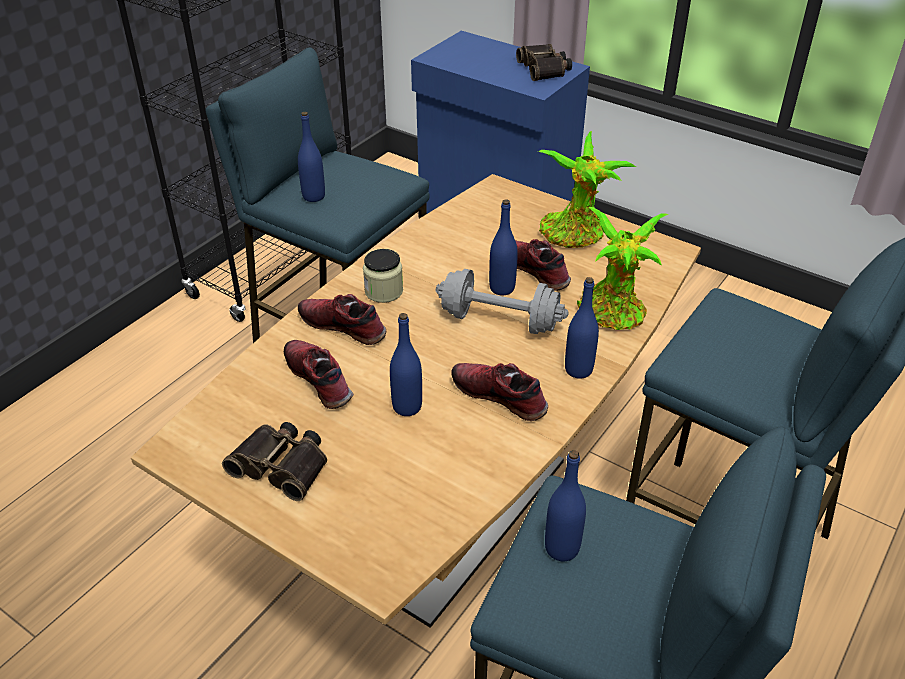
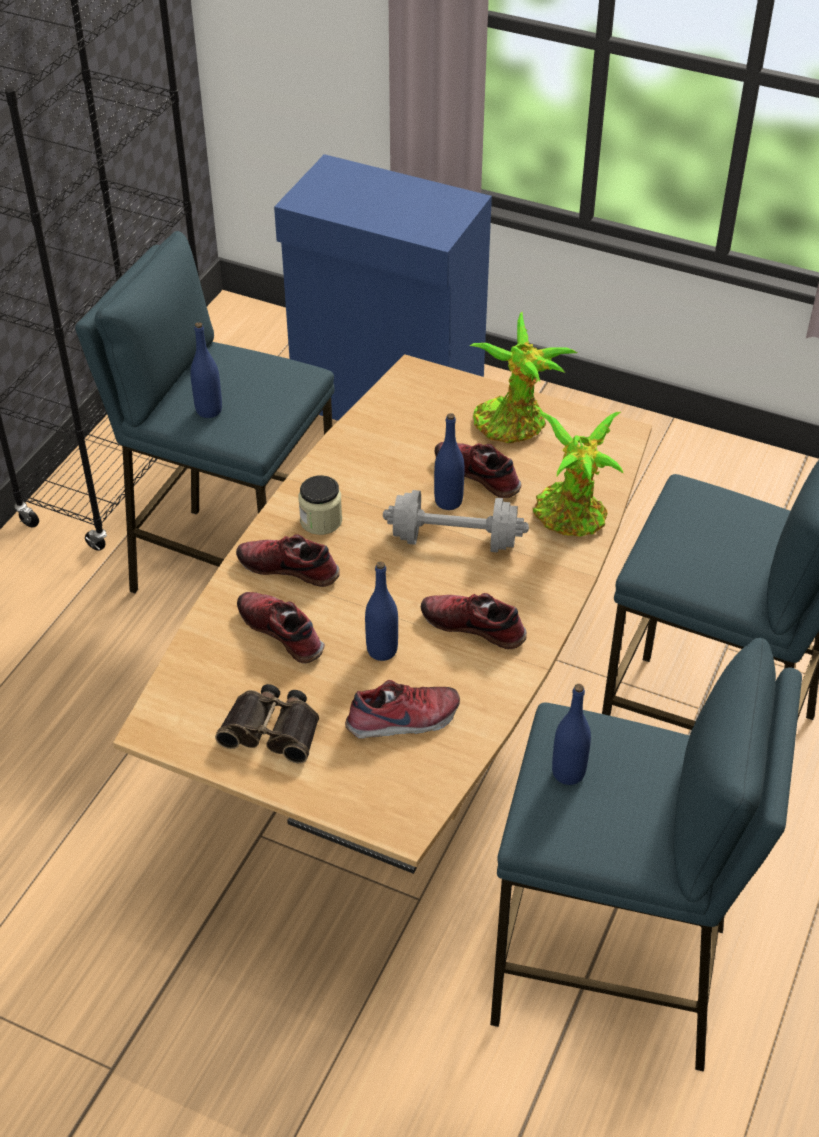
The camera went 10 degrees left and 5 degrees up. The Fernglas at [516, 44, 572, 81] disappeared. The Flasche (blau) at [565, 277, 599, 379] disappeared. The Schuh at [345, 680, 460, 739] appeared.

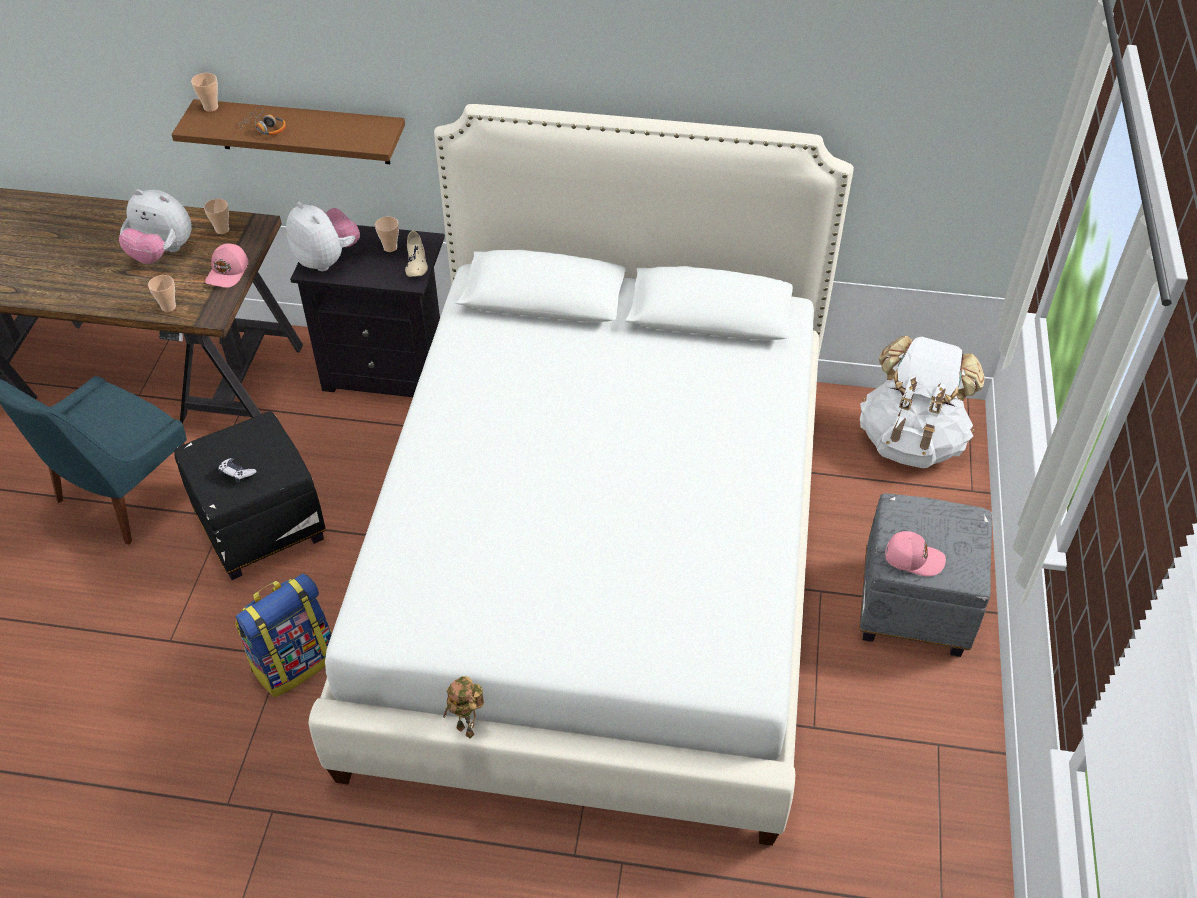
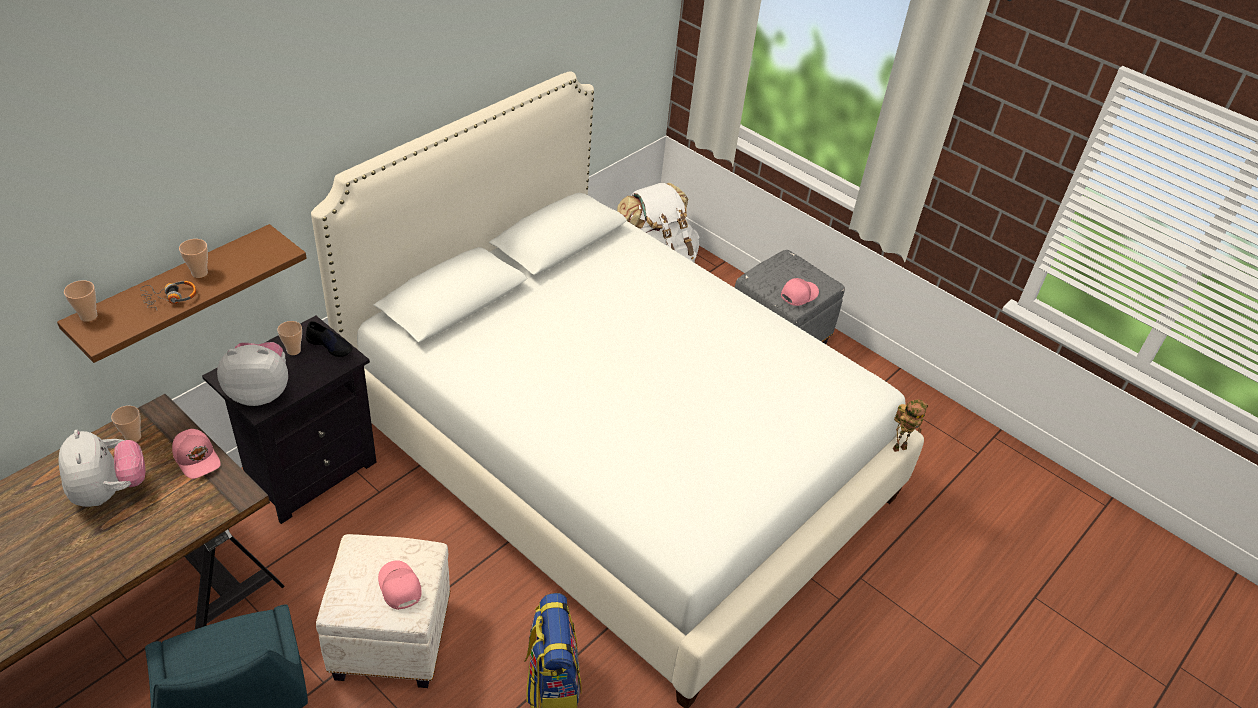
The camera went 60 degrees left and 5 degrees down. The Plüschtier at [119, 189, 192, 264] turned 75 degrees counterclockwise. The Tasse moved from [148, 275, 176, 312] to [179, 239, 208, 278]. The Polsterhocker (schwarz) at [174, 411, 326, 580] became the Polsterhocker (weiß) at [316, 534, 450, 688]. The Gamepad at [218, 458, 257, 483] was replaced by the Kappe (rosa) at [378, 560, 422, 610]. The Schuh (beige) at [405, 230, 428, 277] became the Schuh (schwarz) at [306, 321, 353, 357]. The Spielzeugroboter moved from [443, 676, 484, 739] to [893, 399, 928, 452].

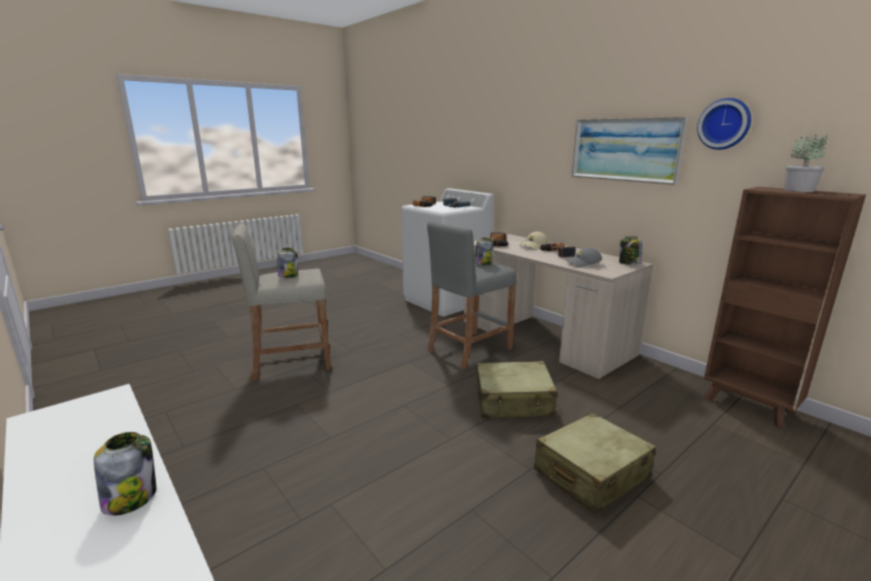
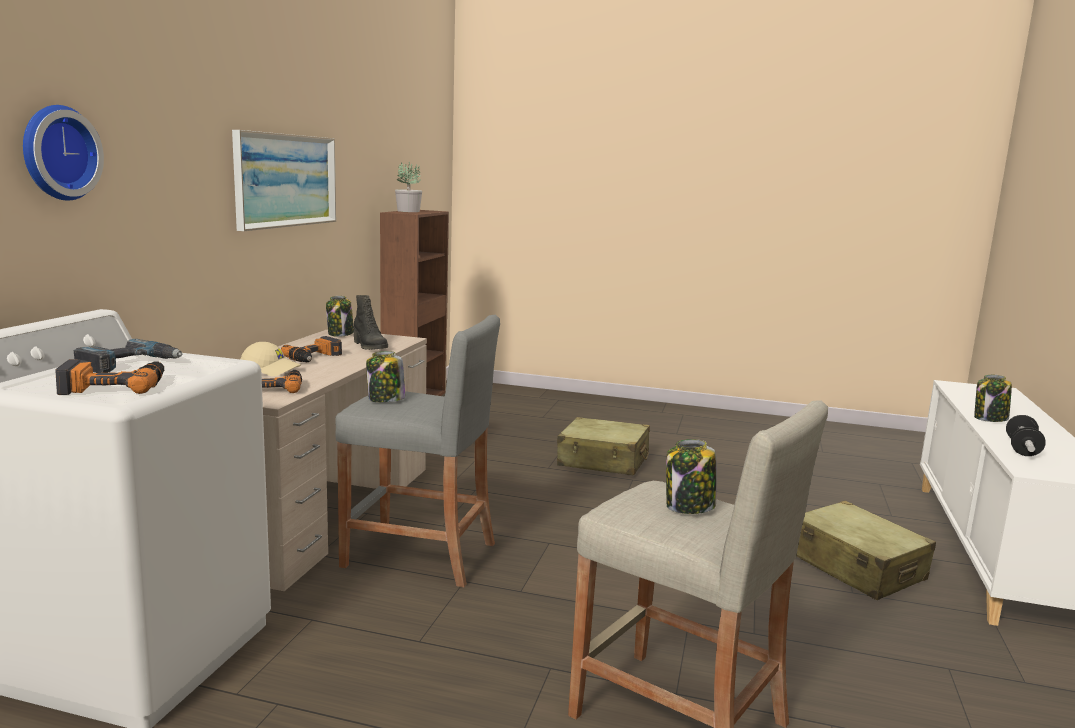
The camera went 125 degrees left and 5 degrees down. The Koffer (beige) moved from [476, 361, 557, 419] to [797, 500, 936, 600]. The Kappe (grau) at [565, 248, 602, 268] was replaced by the Stiefel (schwarz) at [354, 295, 388, 350]. The Wanduhr moved from [697, 98, 751, 150] to [23, 105, 104, 201]. The Hantel at [1006, 415, 1046, 456] appeared.

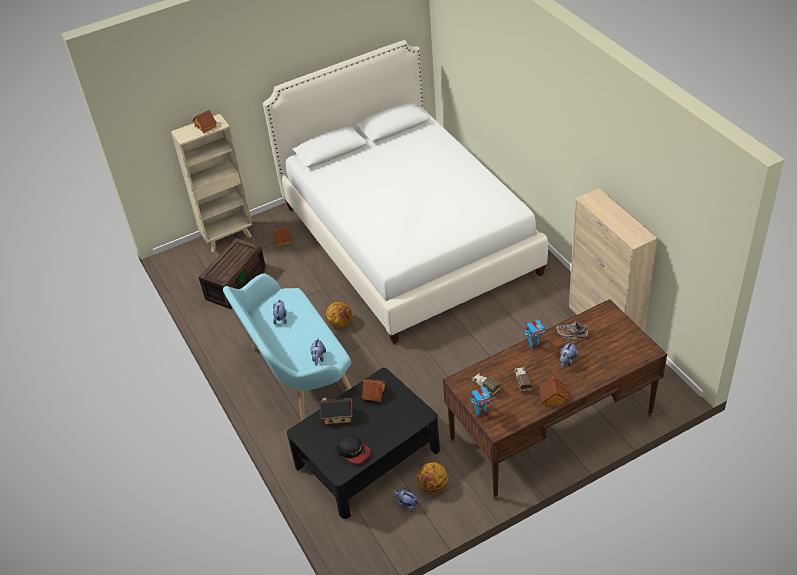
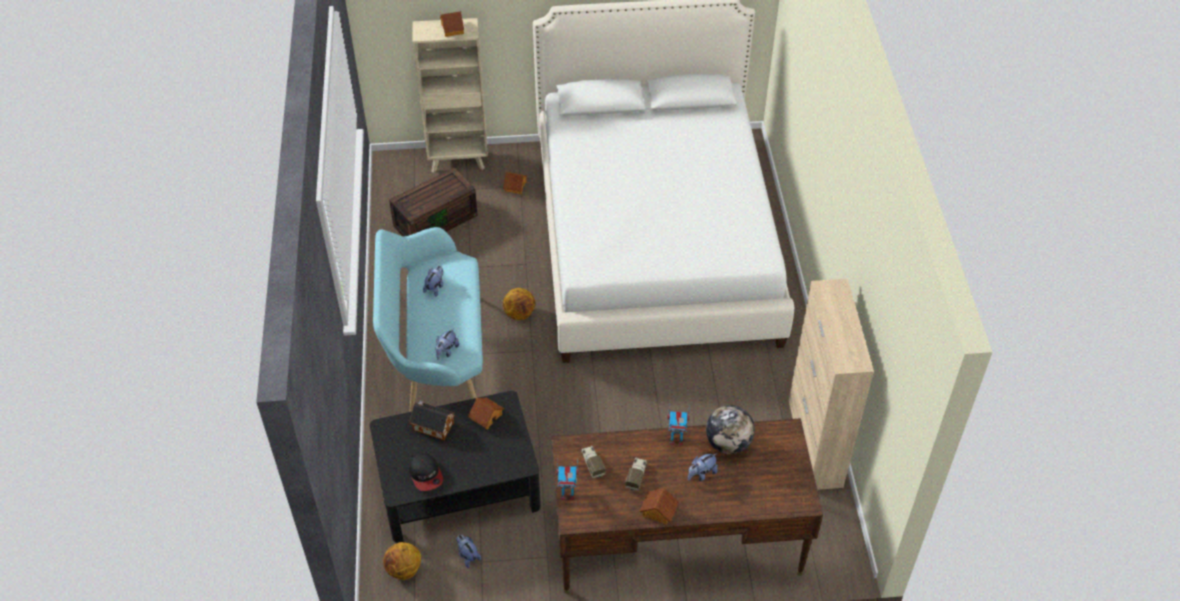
The camera went 20 degrees right and 5 degrees up. The Basketball moved from [417, 462, 448, 493] to [383, 542, 421, 580]. The Schuh at [556, 322, 589, 339] was replaced by the Globus at [706, 405, 755, 454].

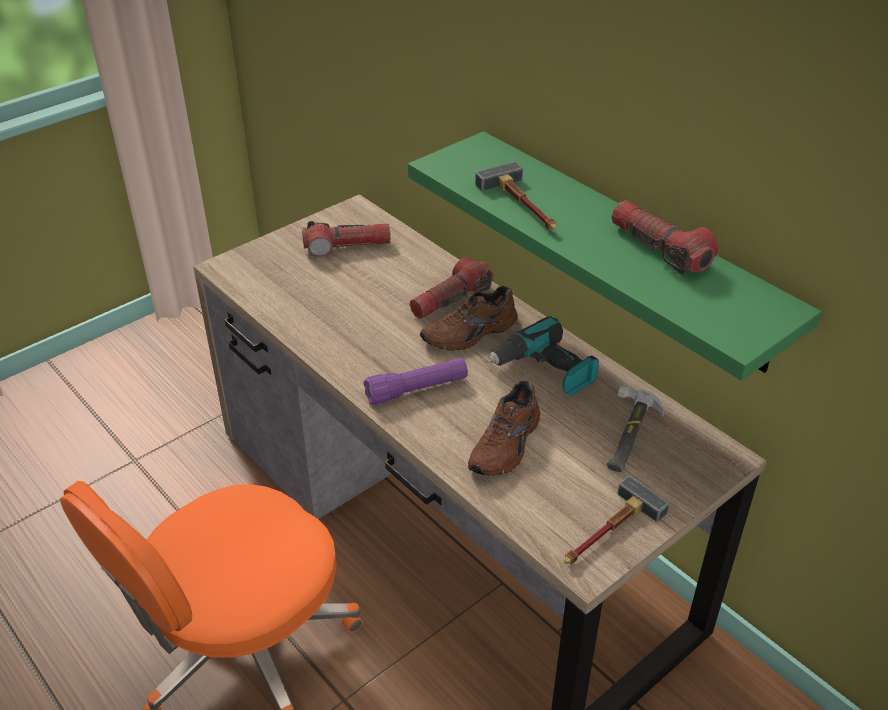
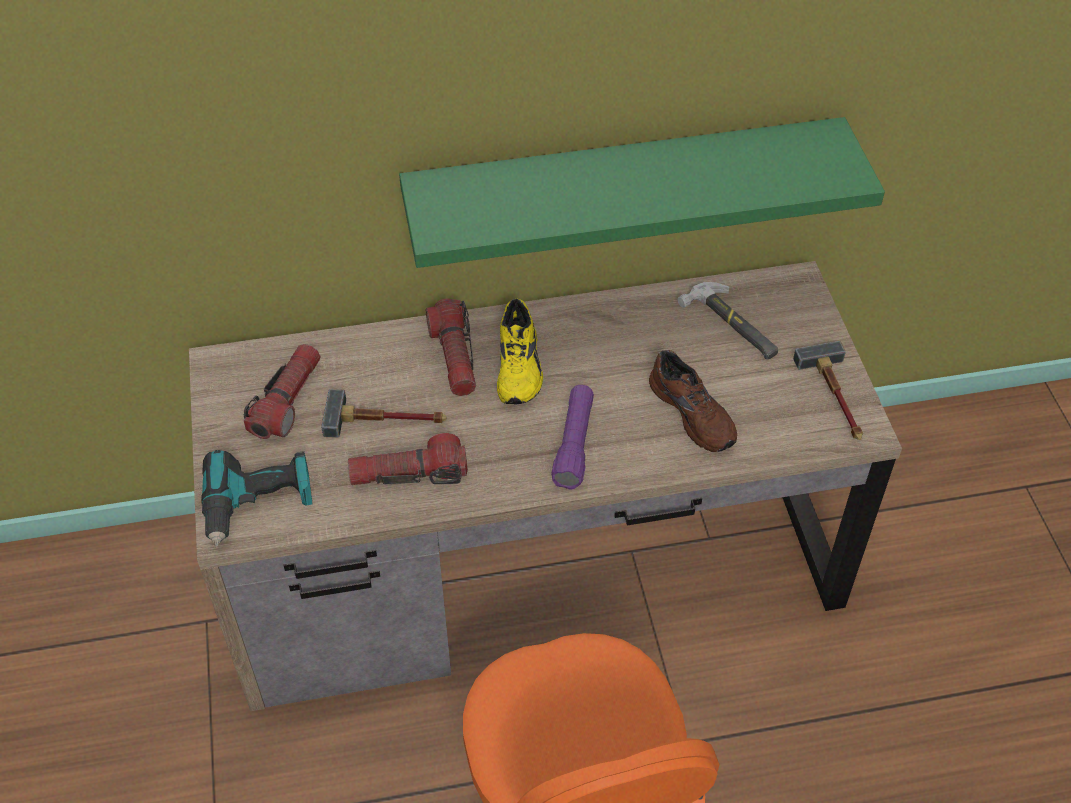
The camera went 60 degrees left and 10 degrees up. The Schuh (braun) at [420, 286, 518, 350] became the Schuh (gelb) at [497, 299, 543, 404]. The Hammer moved from [475, 162, 556, 231] to [321, 389, 447, 438]. The Bohrmaschine moved from [486, 316, 599, 397] to [201, 450, 312, 547]. The Taschenlampe moved from [612, 200, 718, 275] to [348, 433, 468, 485].

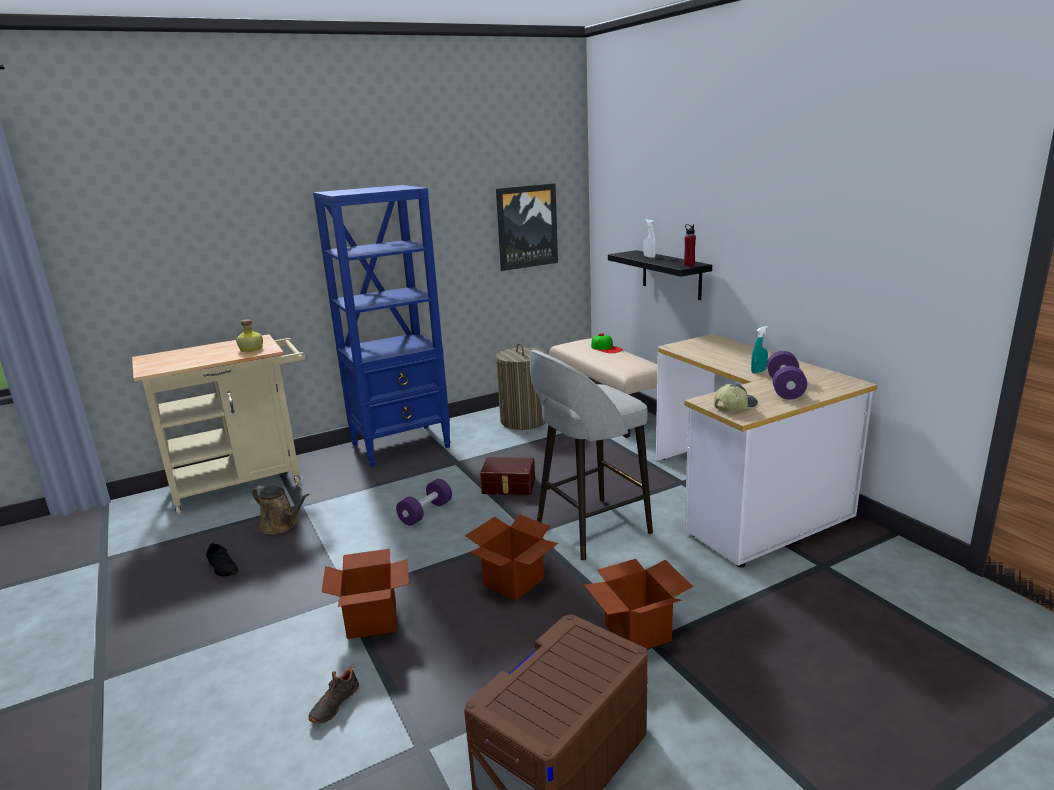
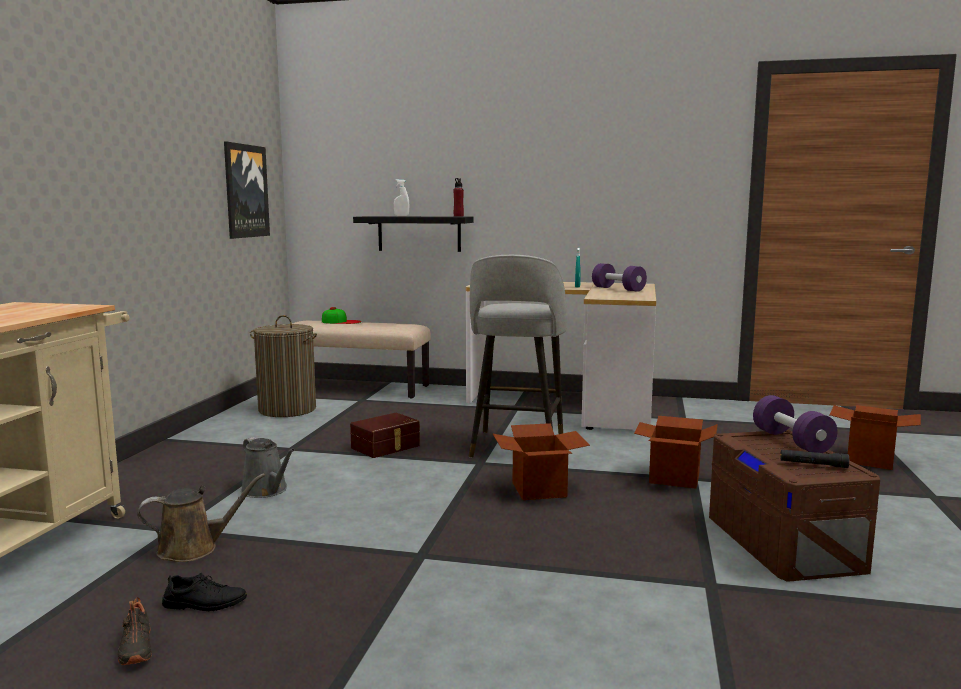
The camera went 50 degrees left and 10 degrees down. The Flasche at [236, 319, 263, 352] disappeared. The Schuh (schwarz) moved from [309, 664, 359, 724] to [117, 596, 152, 665]. The Bücherregal (blau) at [313, 185, 451, 468] disappeared. The Karton moved from [322, 549, 409, 639] to [830, 405, 921, 470]. The Hantel (lila) moved from [396, 479, 452, 526] to [753, 395, 837, 453]. The Kappe at [714, 384, 758, 412] disappeared. The Gießkanne (grau) at [241, 437, 295, 498] appeared. The Taschenlampe (schwarz) at [780, 450, 849, 468] appeared.

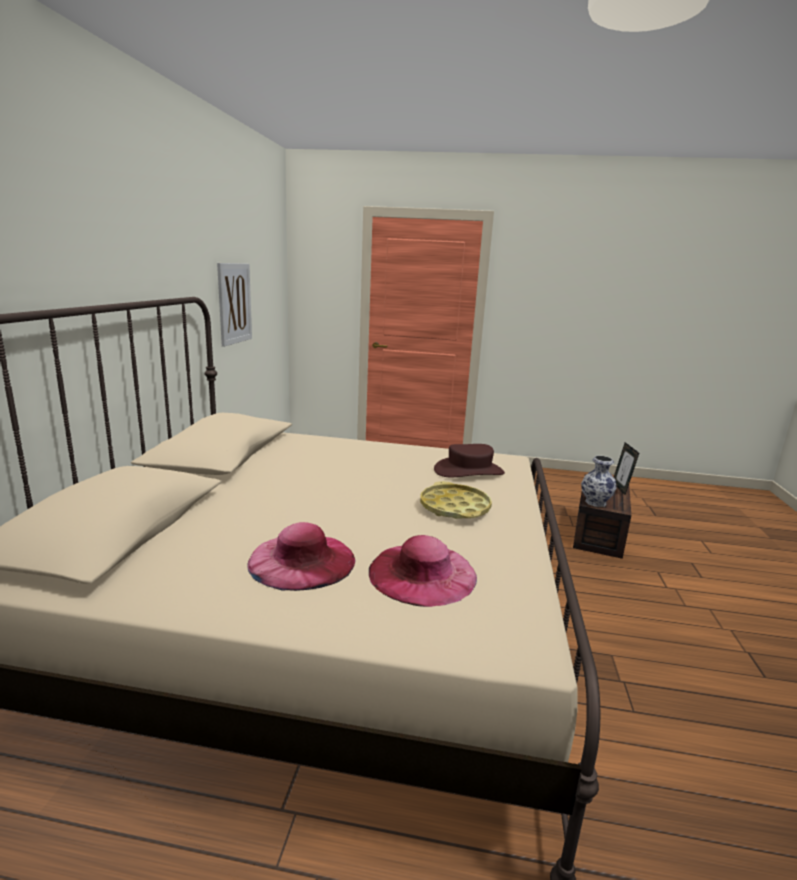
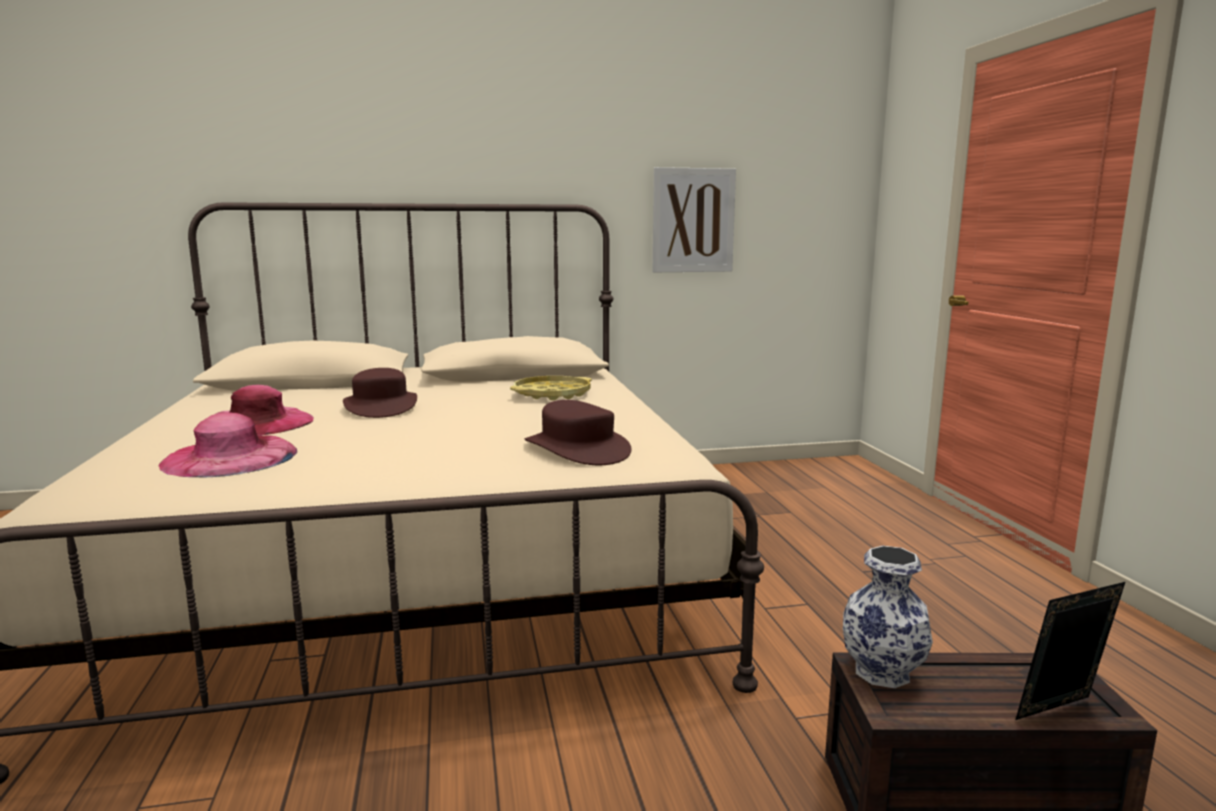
The camera went 70 degrees right and 5 degrees down. The Tablett (gelb) moved from [420, 481, 492, 519] to [510, 376, 592, 401]. The Hut (braun) at [343, 368, 417, 418] appeared.

